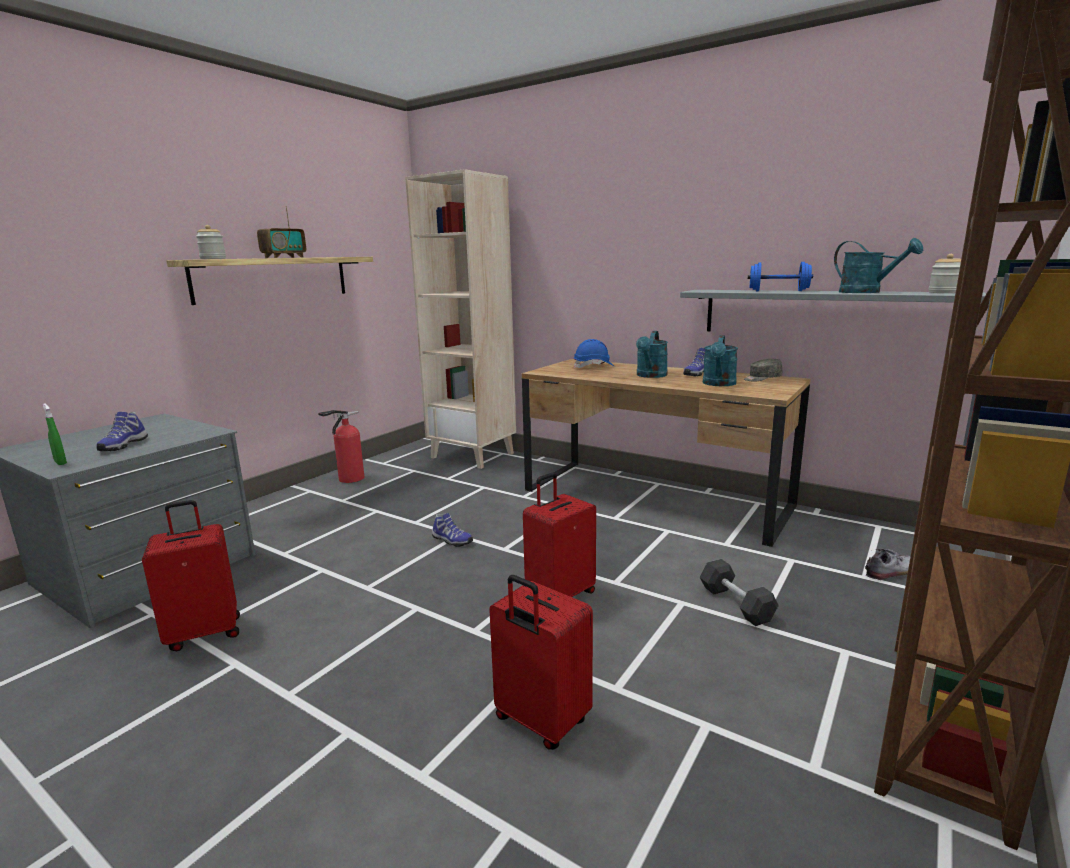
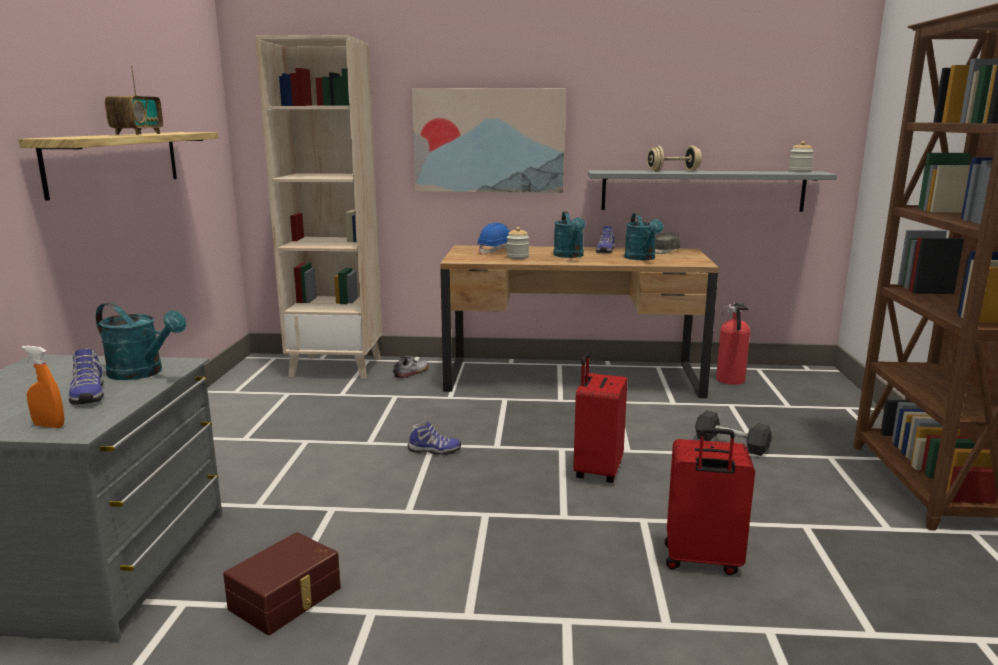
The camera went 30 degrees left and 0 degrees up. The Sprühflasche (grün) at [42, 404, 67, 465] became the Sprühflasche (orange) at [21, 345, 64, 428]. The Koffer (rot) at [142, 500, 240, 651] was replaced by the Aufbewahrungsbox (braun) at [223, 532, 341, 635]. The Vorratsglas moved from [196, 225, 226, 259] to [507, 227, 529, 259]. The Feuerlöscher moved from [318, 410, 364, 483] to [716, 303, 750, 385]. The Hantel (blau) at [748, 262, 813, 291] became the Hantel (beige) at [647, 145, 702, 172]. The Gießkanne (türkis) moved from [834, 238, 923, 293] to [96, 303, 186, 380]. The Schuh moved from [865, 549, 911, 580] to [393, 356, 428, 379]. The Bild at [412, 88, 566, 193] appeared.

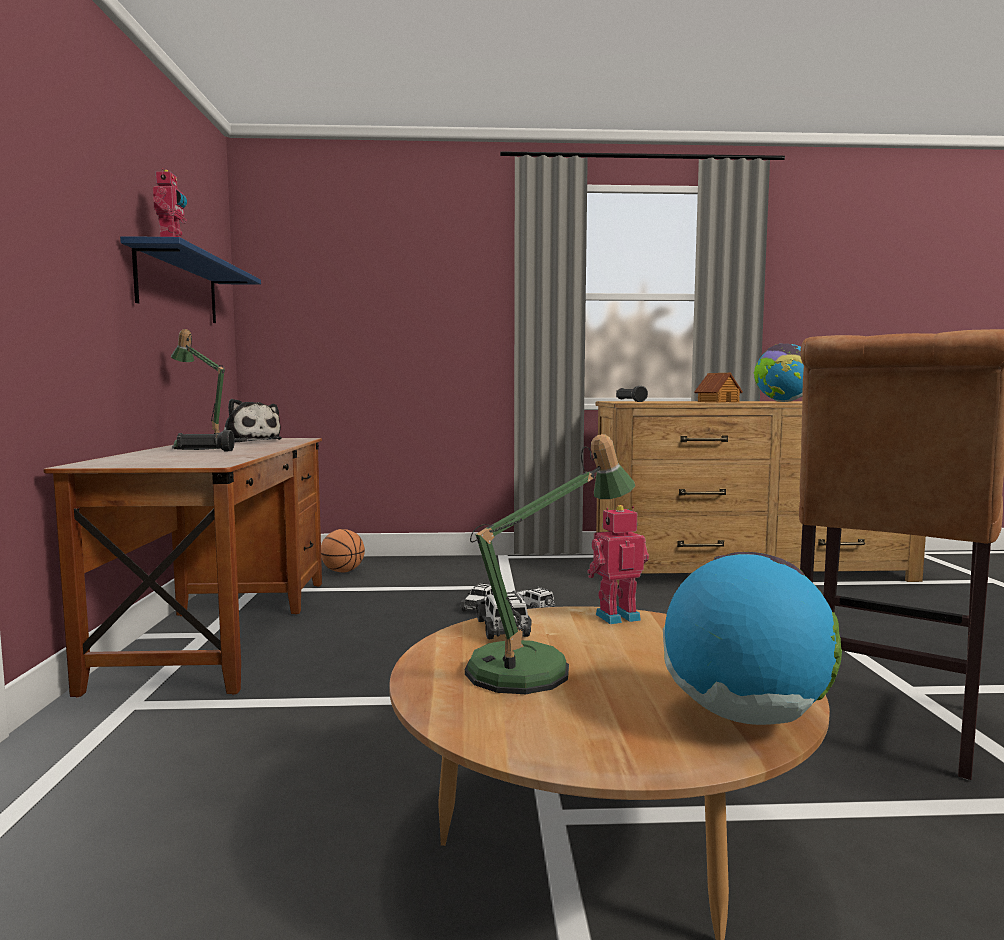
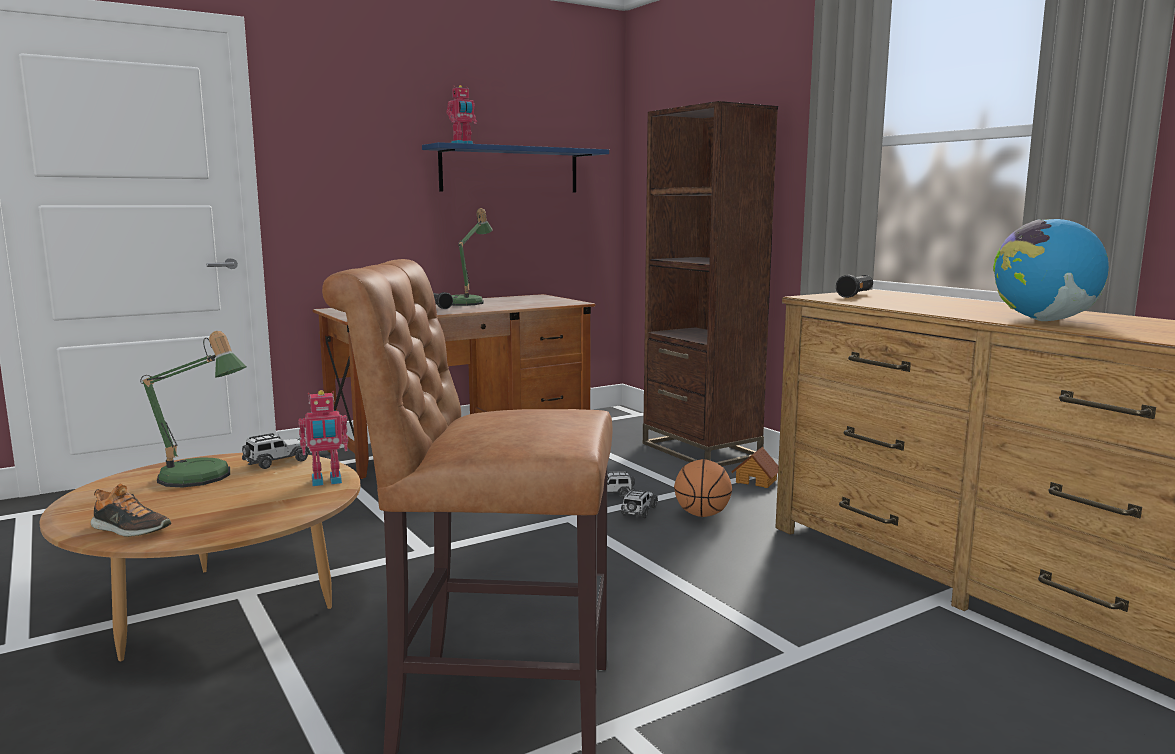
The camera went 60 degrees right and 5 degrees up. The Plüschtier at [224, 399, 282, 443] disappeared. The Basketball moved from [321, 529, 365, 572] to [674, 459, 732, 517]. The Spielzeugroboter at [587, 505, 649, 624] turned 120 degrees clockwise. The Globus at [663, 552, 842, 725] was replaced by the Schuh at [91, 484, 171, 537]. The Spielzeughaus moved from [694, 373, 743, 402] to [731, 447, 778, 488]. The Bücherregal (braun) at [643, 101, 778, 466] appeared.

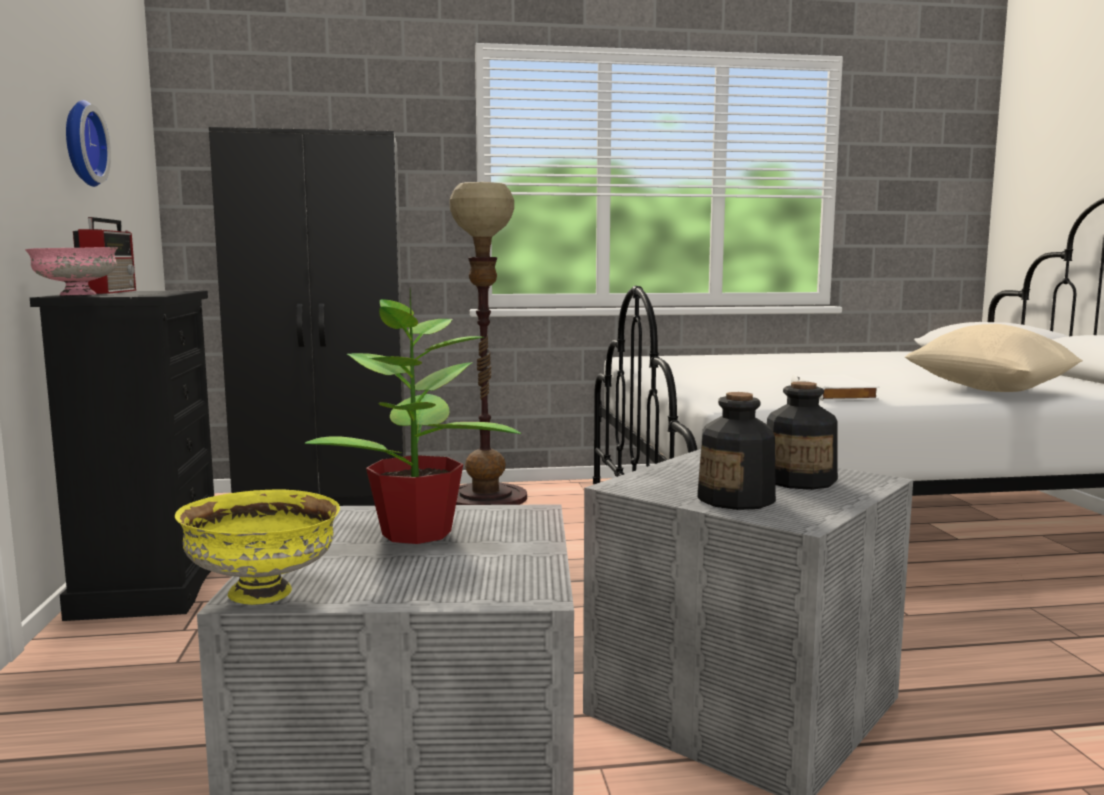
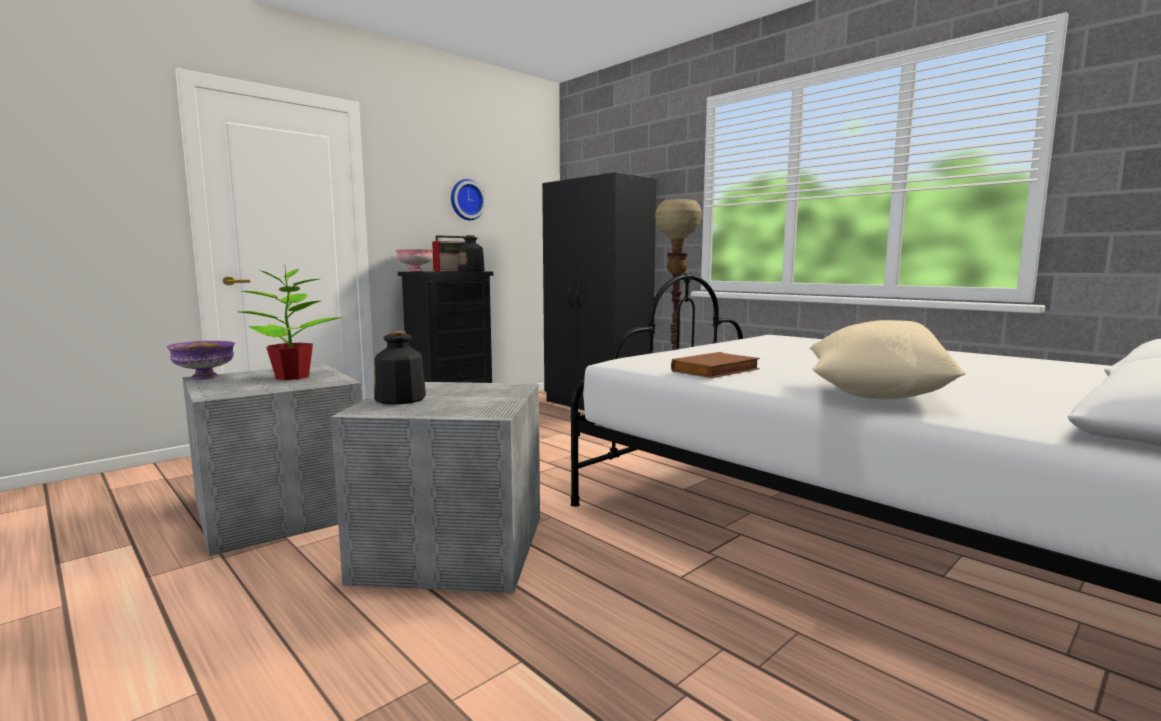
The camera went 55 degrees right and 0 degrees up. The Schüssel (gelb) at [175, 490, 340, 605] became the Schüssel (lila) at [167, 341, 235, 380]. The Flasche moved from [767, 381, 838, 490] to [458, 235, 485, 272]. The Buch (weiß) at [791, 375, 879, 401] became the Buch (braun) at [671, 352, 760, 378].

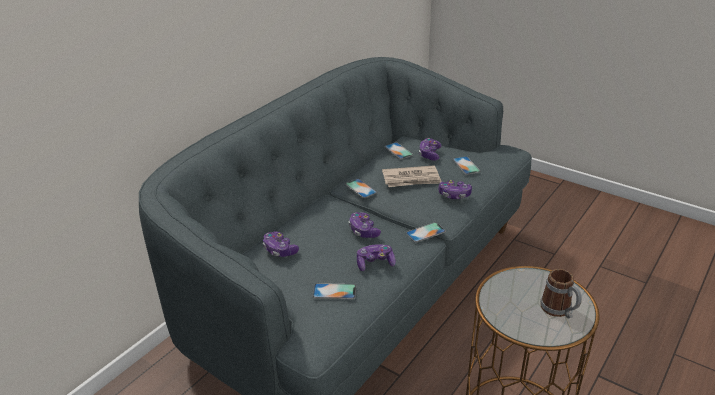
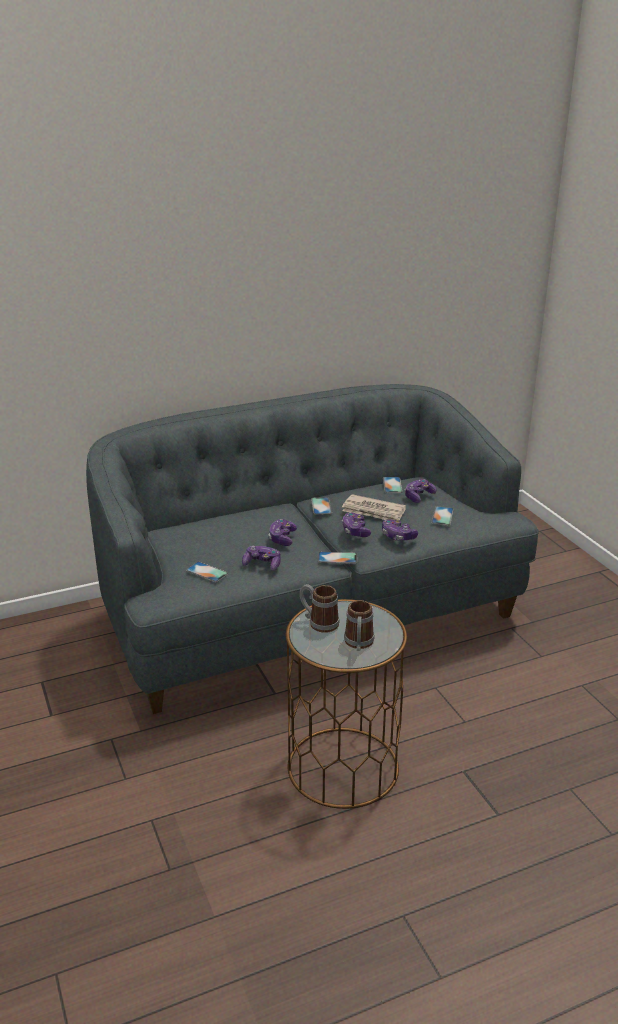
The camera went 30 degrees right and 5 degrees down. The Gamepad moved from [263, 231, 299, 257] to [342, 512, 371, 537]. The Henkelbecher at [300, 584, 340, 633] appeared.

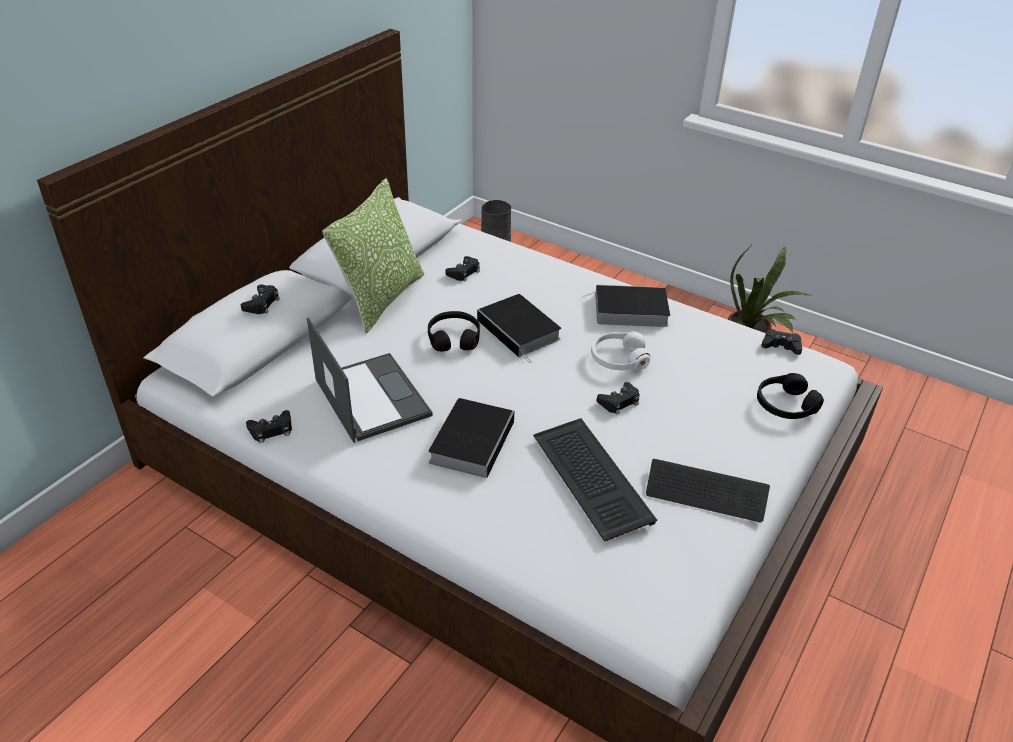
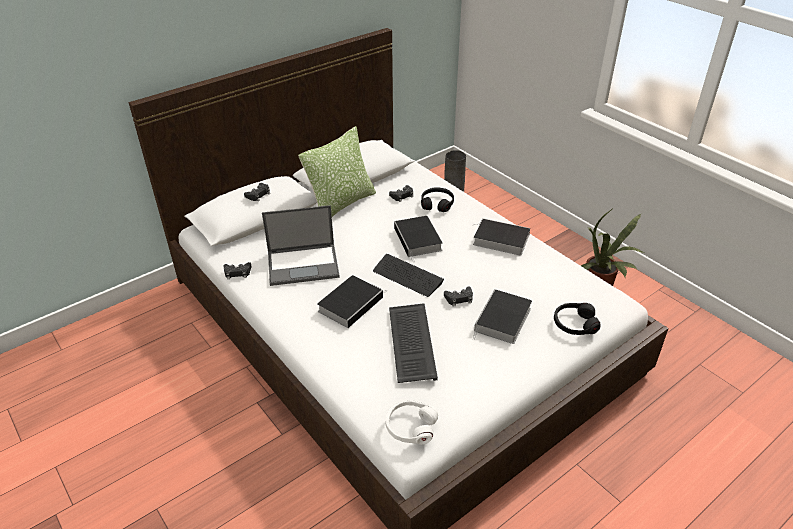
The camera went 20 degrees right and 0 degrees up. The Laptop at [307, 317, 433, 443] turned 90 degrees clockwise. The Kopfhörer (schwarz) moved from [428, 311, 480, 352] to [421, 188, 454, 212]. The Kopfhörer (weiß) moved from [591, 331, 650, 371] to [385, 400, 438, 445]. The Tastatur moved from [646, 459, 770, 522] to [373, 254, 444, 297]. The Gamepad (schwarz) at [761, 329, 802, 355] disappeared. The Buch at [473, 289, 532, 344] appeared.

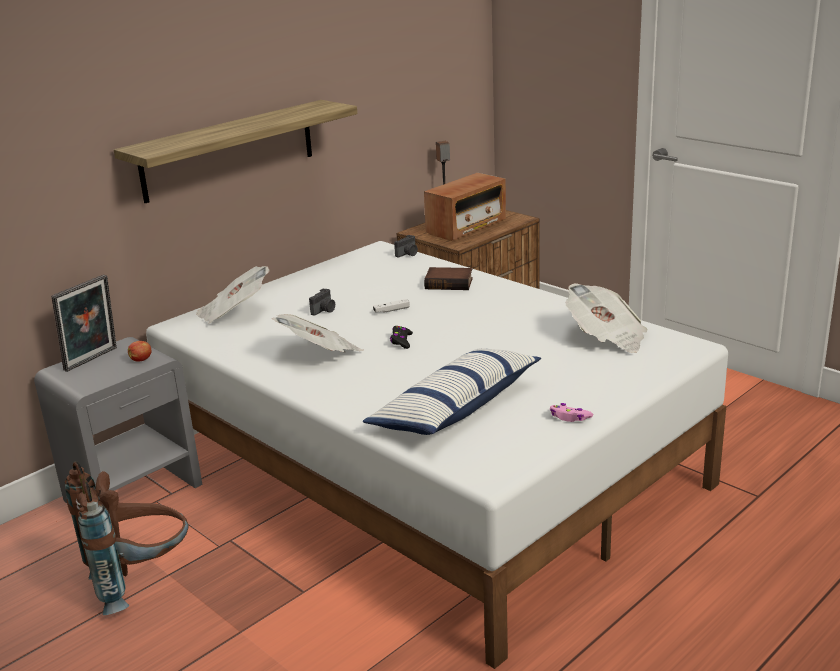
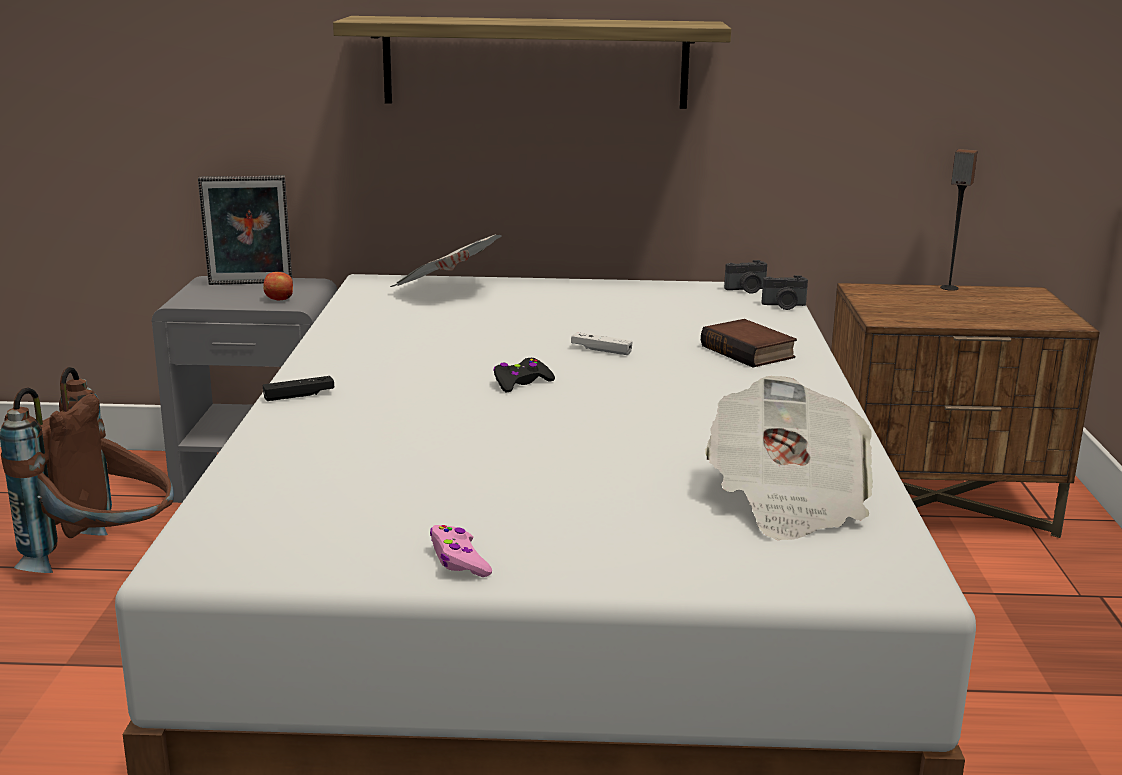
The camera went 45 degrees right and 5 degrees down. The Zeitung at [271, 314, 364, 352] disappeared. The Kamera moved from [309, 289, 335, 316] to [724, 260, 767, 294]. The Kissen at [363, 348, 541, 435] disappeared. The Radio at [424, 173, 506, 241] disappeared. The Gamepad (schwarz) at [263, 376, 334, 401] appeared.

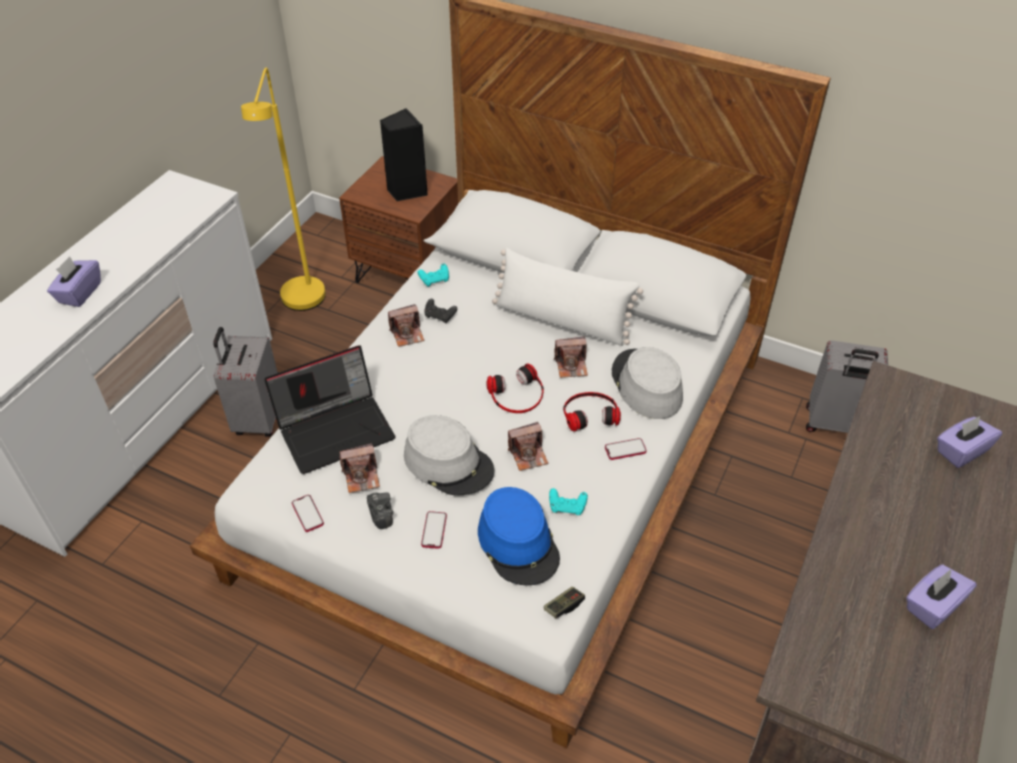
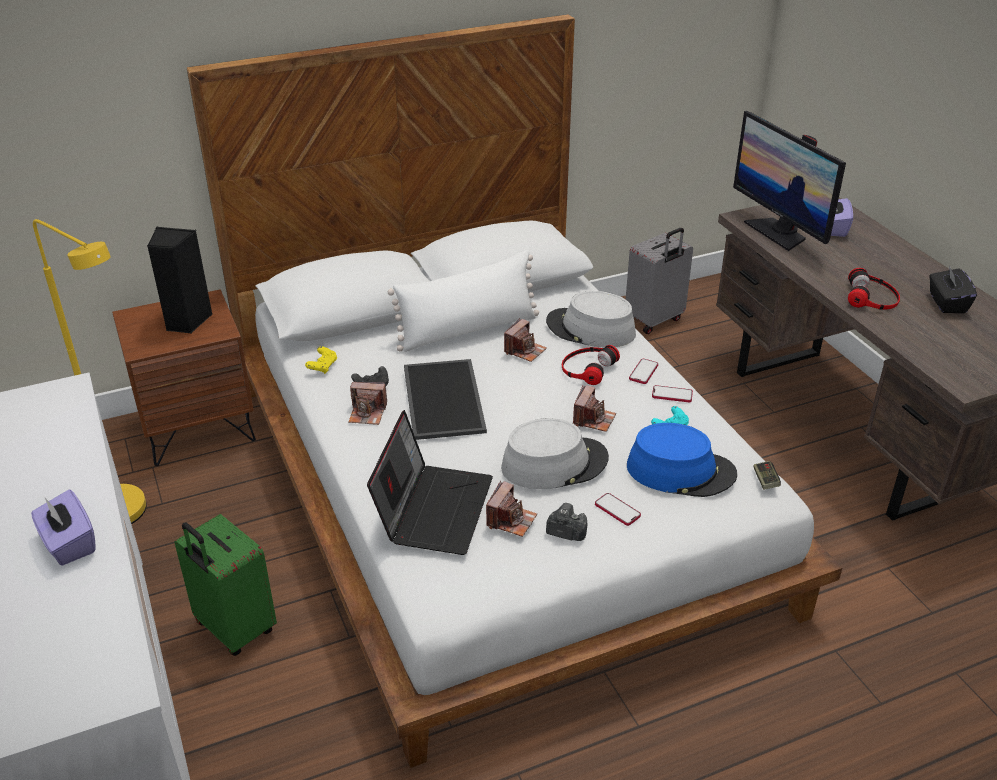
The camera went 50 degrees left and 10 degrees down. The Koffer (grau) at [213, 327, 278, 437] became the Koffer (grün) at [174, 514, 277, 656]. The Handy moved from [292, 495, 324, 532] to [652, 385, 693, 402]. The Kamera at [388, 304, 425, 347] turned 75 degrees clockwise. The Gamepad (türkis) at [418, 264, 449, 287] became the Gamepad (gelb) at [305, 346, 337, 374]. The Kopfhörer moved from [486, 363, 544, 413] to [848, 268, 900, 310]. The Taschentuchbox (lila) at [906, 565, 977, 629] became the Taschentuchbox (schwarz) at [929, 266, 977, 313]. The Tablett at [404, 359, 487, 440] appeared. The Monitor at [733, 111, 846, 251] appeared.

